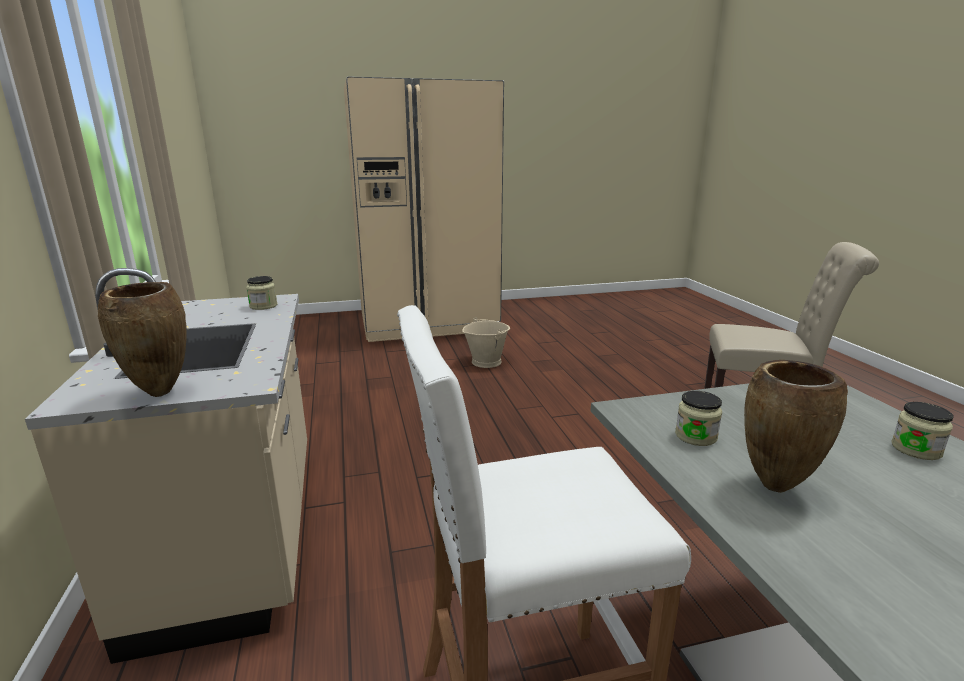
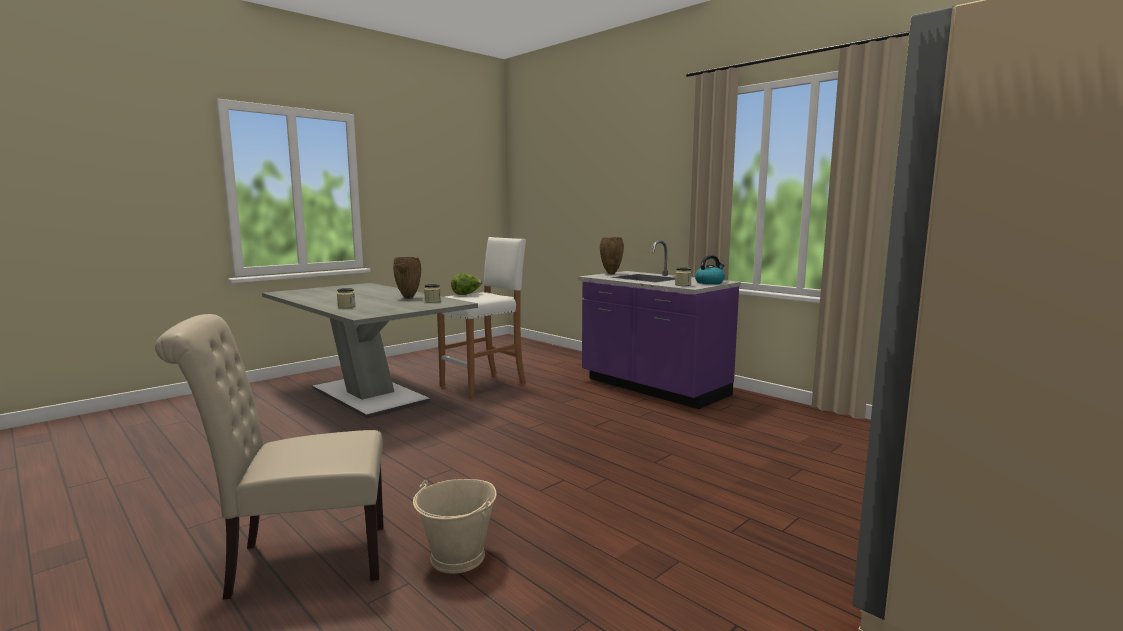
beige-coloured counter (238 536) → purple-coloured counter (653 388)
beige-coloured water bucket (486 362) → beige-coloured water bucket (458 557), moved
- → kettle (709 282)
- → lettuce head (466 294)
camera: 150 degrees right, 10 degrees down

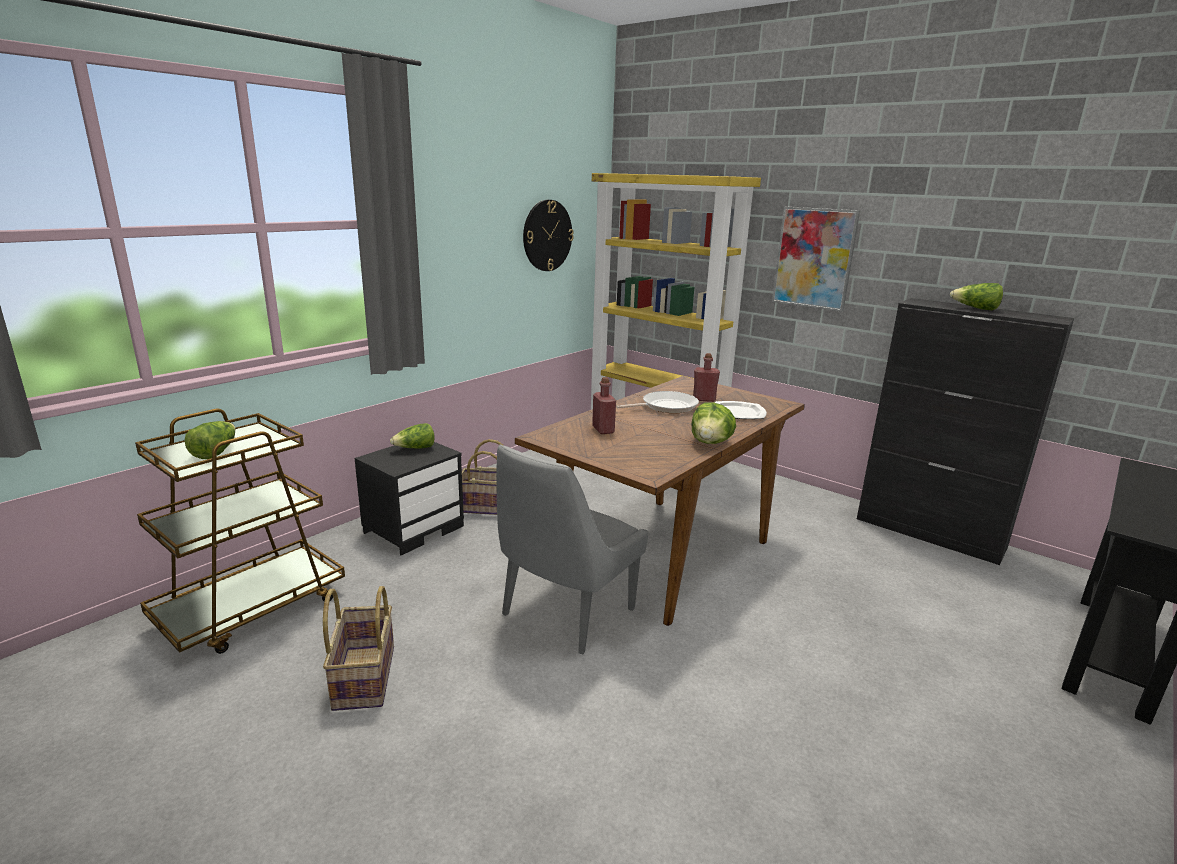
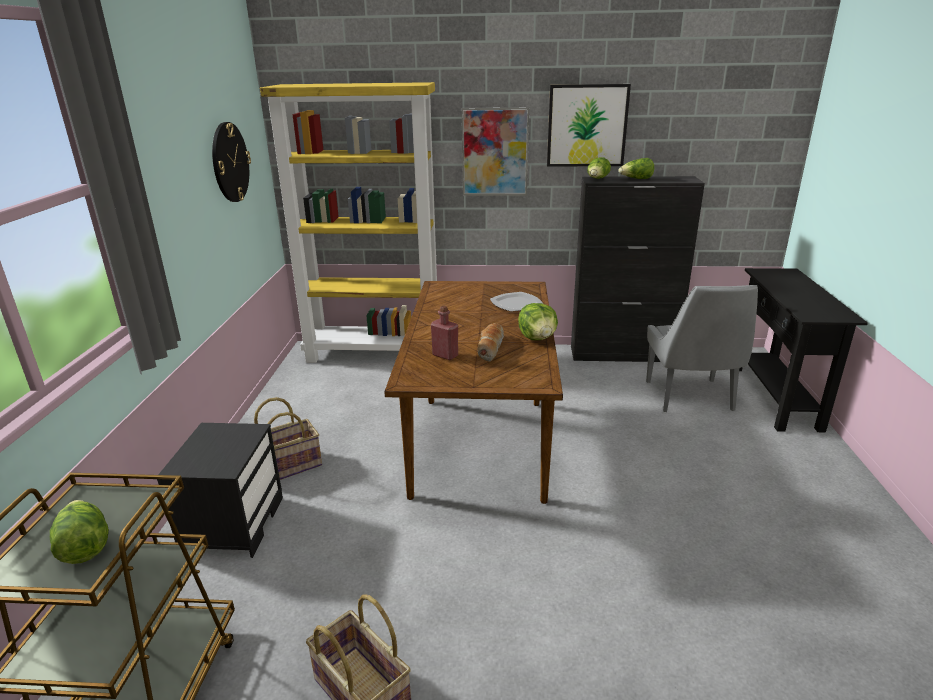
red-coloured bottle (704 399) → -
frying pan (666 406) → -
lettuce head (415 448) → lettuce head (597 179), moved
grey upright chair (565 614) → grey upright chair (690 397), moved
- → wall art (587 126)
- → baked bread (490 347)
camera: 35 degrees left, 5 degrees up

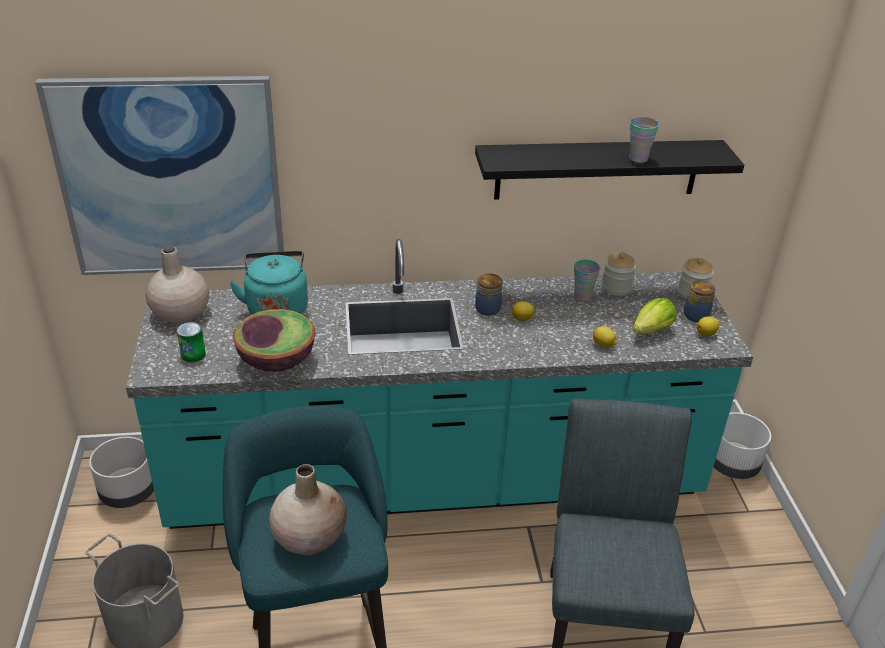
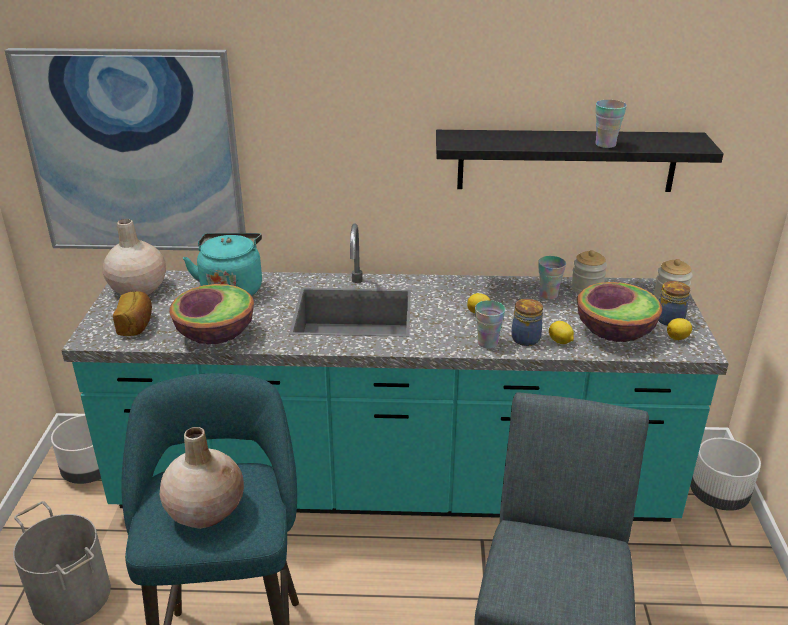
jar (488 308) → jar (526 338), moved
lettuce head (649 332) → bowl (614 332)
sealed can (193 354) → baked bread (136 325)
- → cup (487 343)
camera: 10 degrees right, 5 degrees down

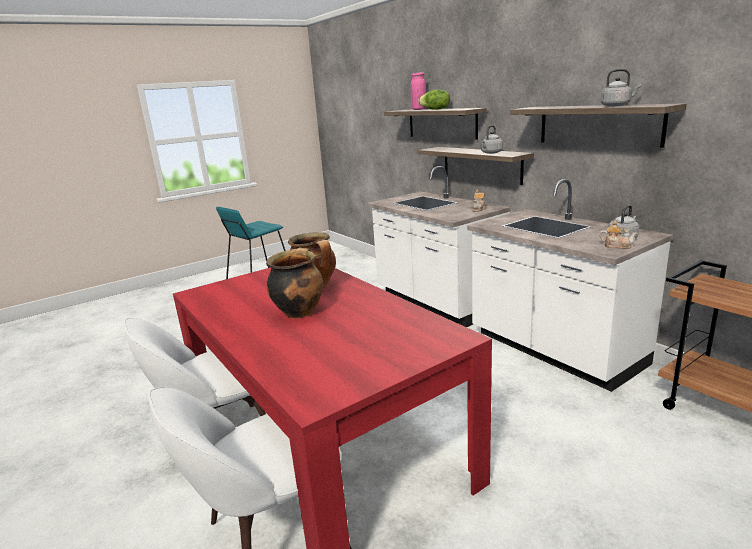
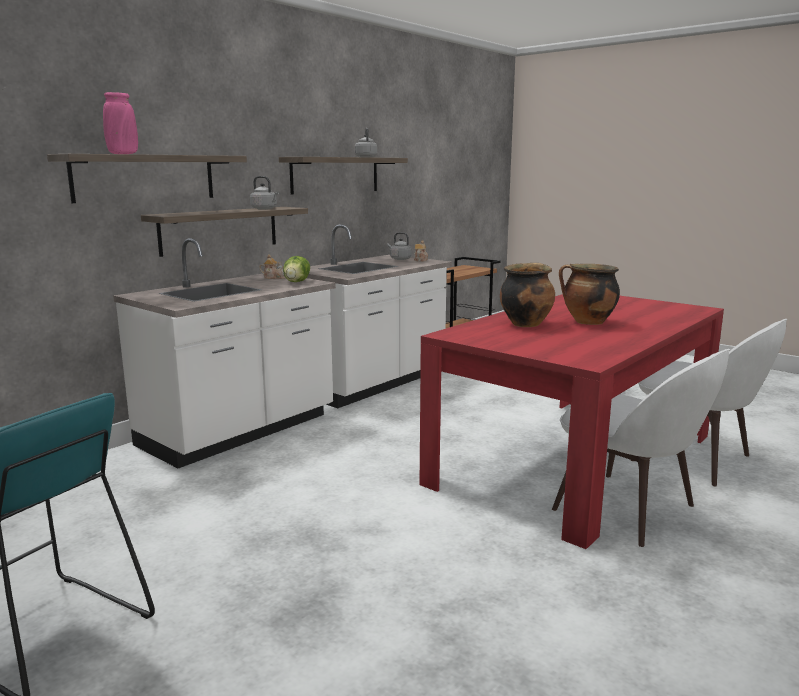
lettuce head (435 109) → lettuce head (297 282), moved
camera: 105 degrees left, 5 degrees down

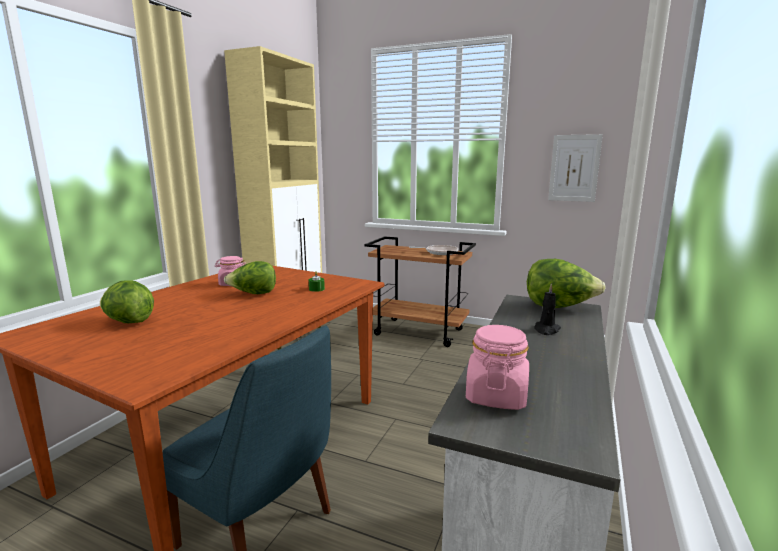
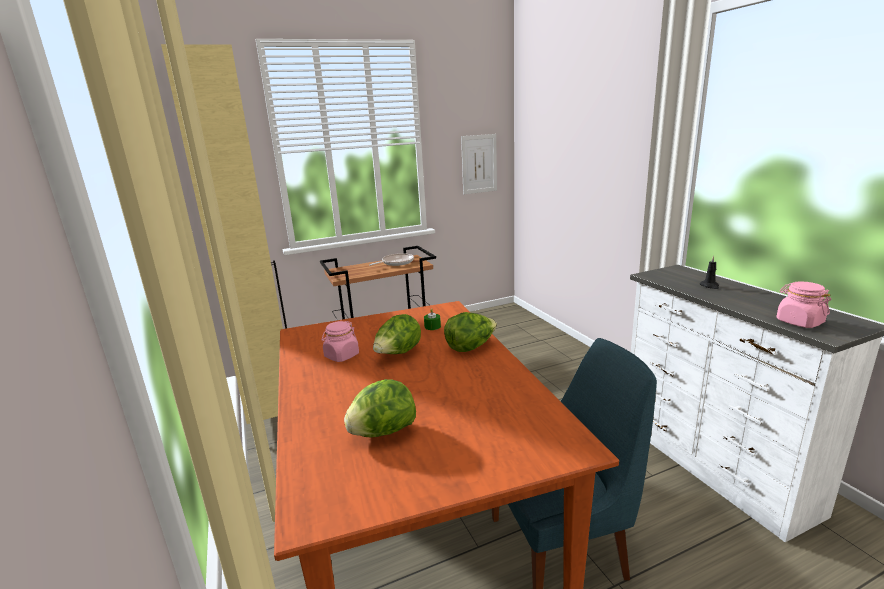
lettuce head (559 307) → lettuce head (470 347), moved
camera: 45 degrees left, 5 degrees up

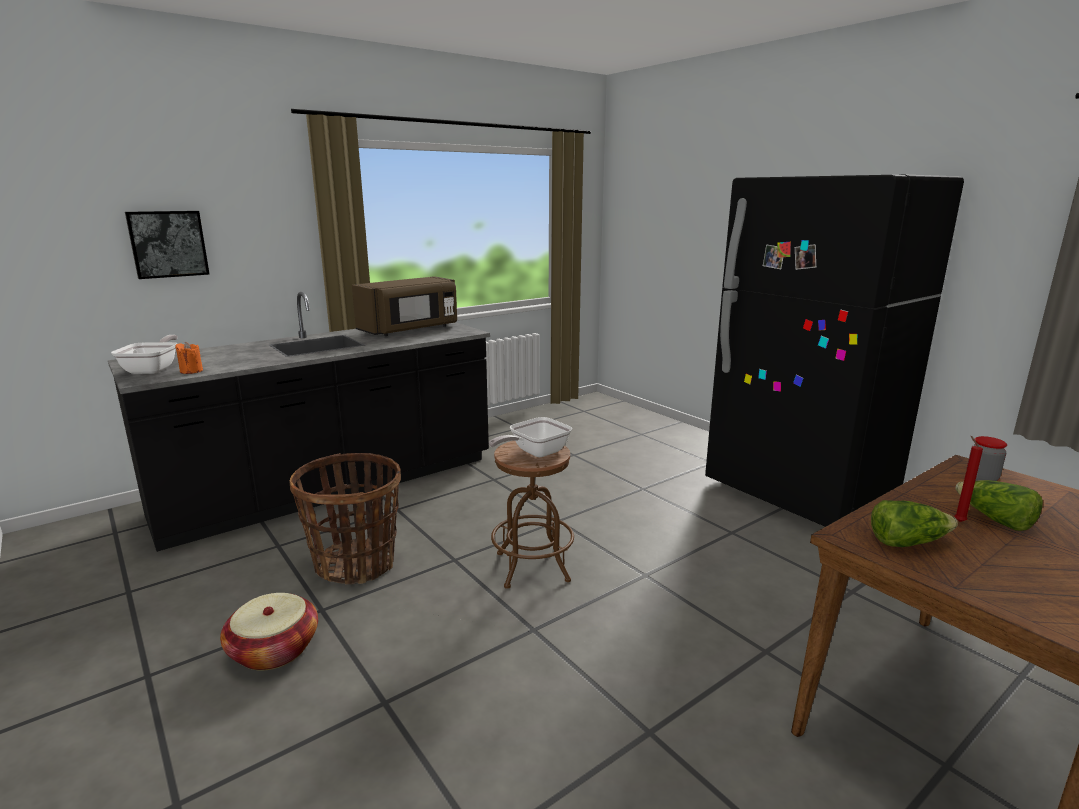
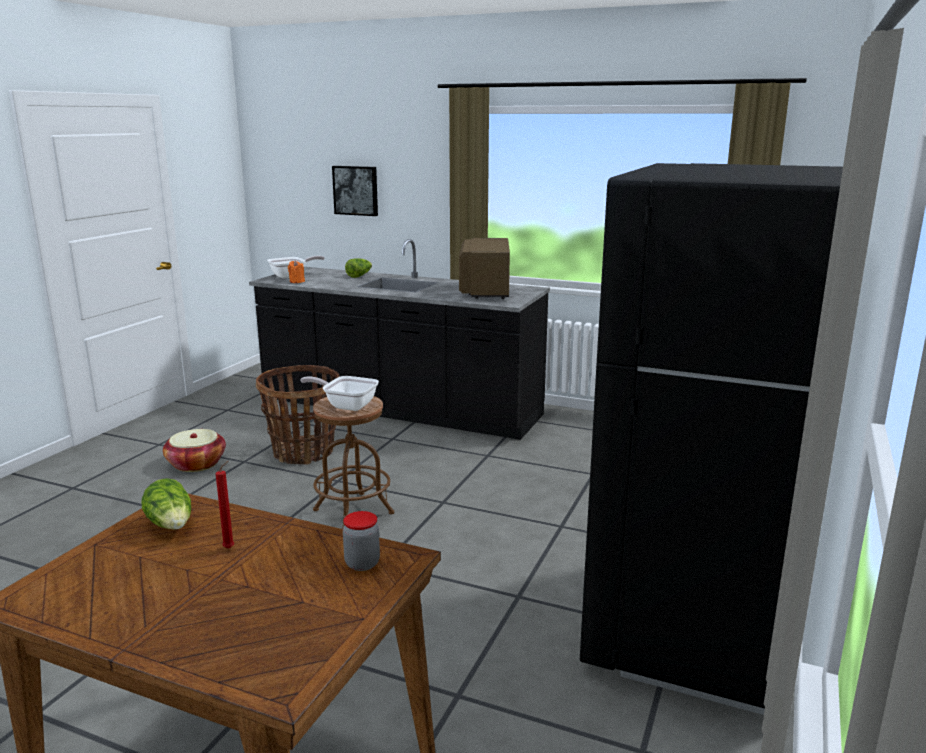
brown-coloured microwave (410 330) → brown-coloured microwave (485 290), 75 degrees clockwise
lettuce head (994 520) → lettuce head (359 276), moved
camera: 60 degrees right, 0 degrees up

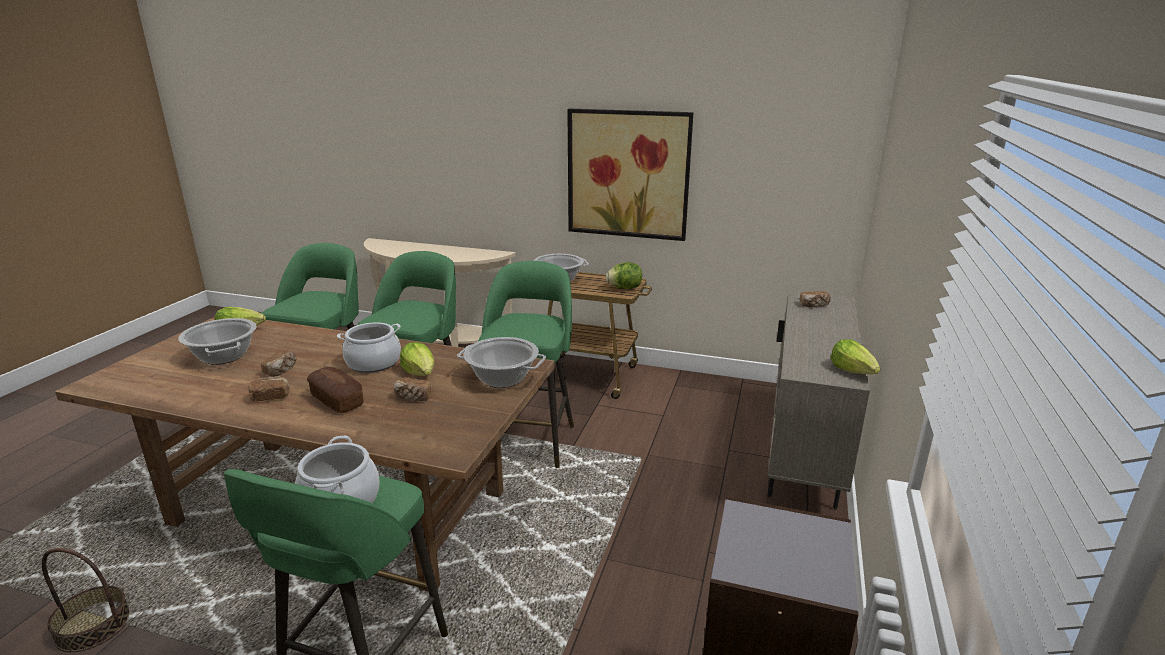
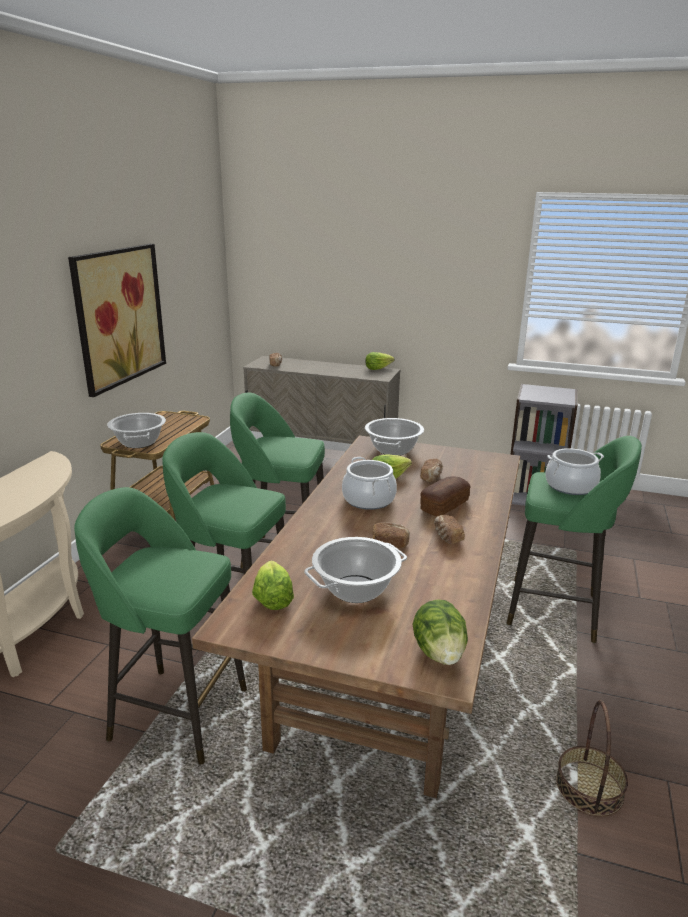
lettuce head (624 288) → lettuce head (439 653), moved
camera: 90 degrees left, 0 degrees up

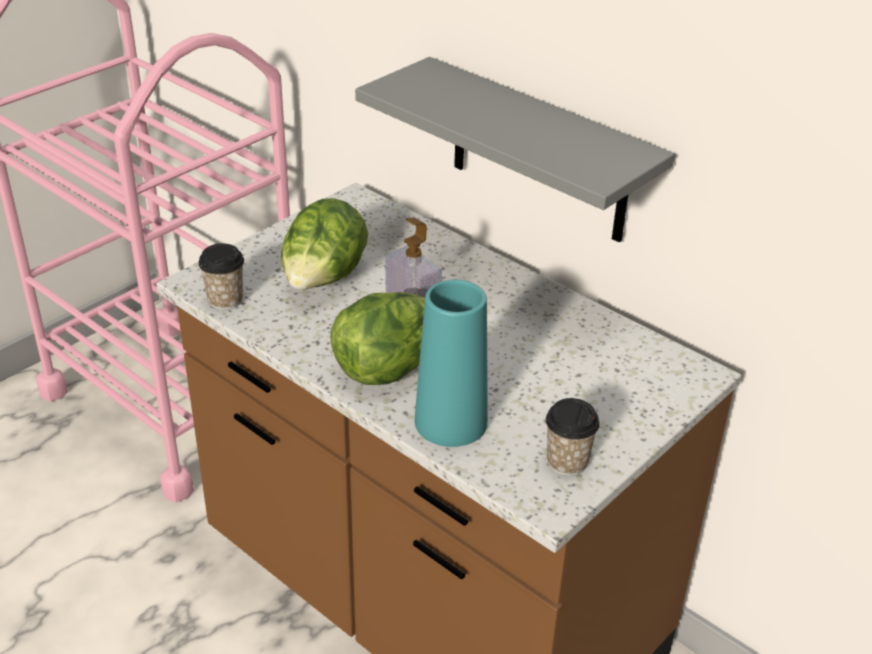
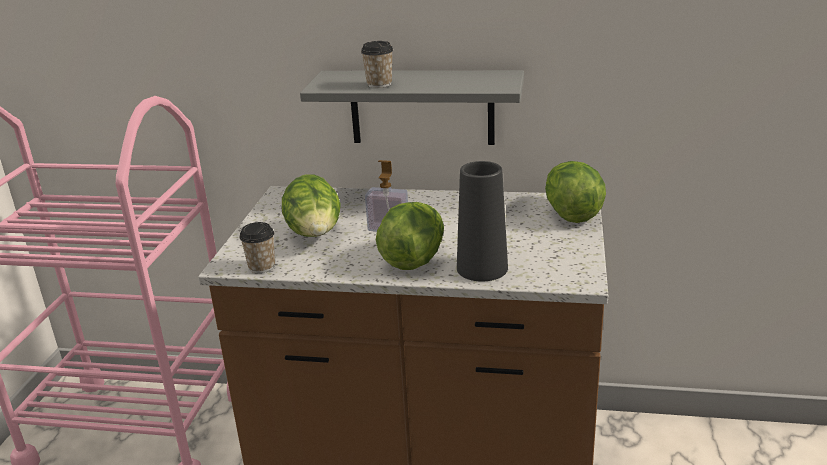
turquoise-coloured flower vase (451 422) → black-coloured flower vase (482 268)
cup (567 462) → cup (379 84), moved
- → lettuce head (571 213)
camera: 30 degrees left, 10 degrees down

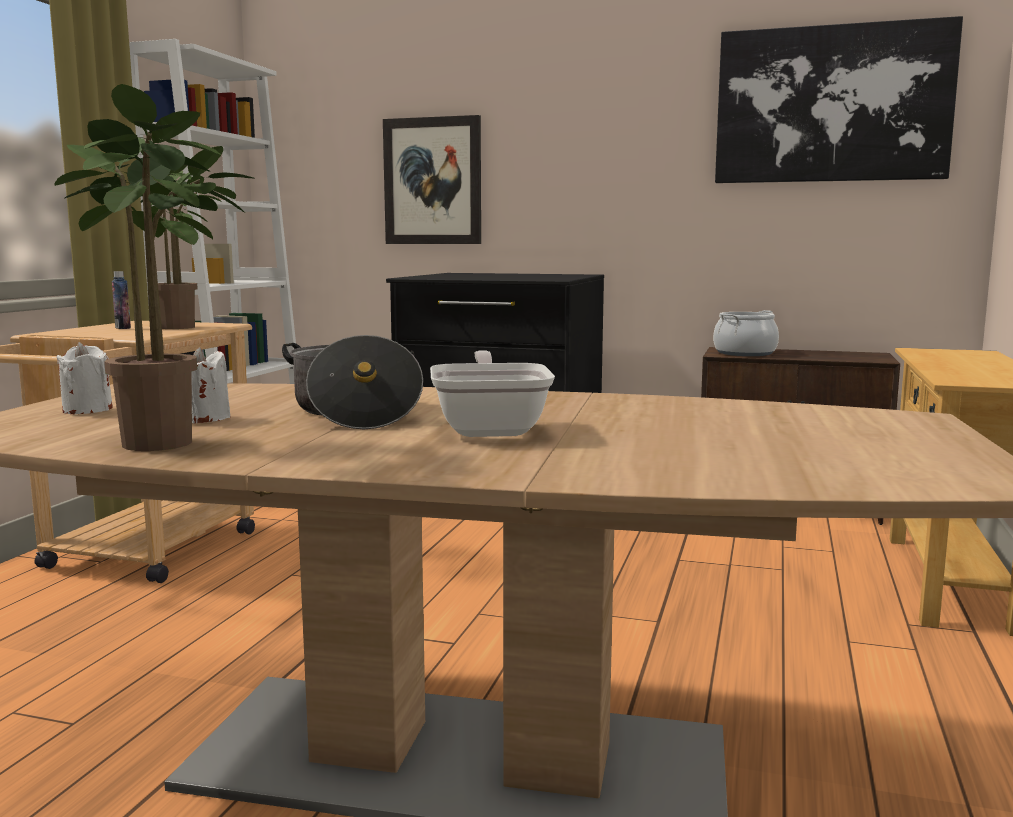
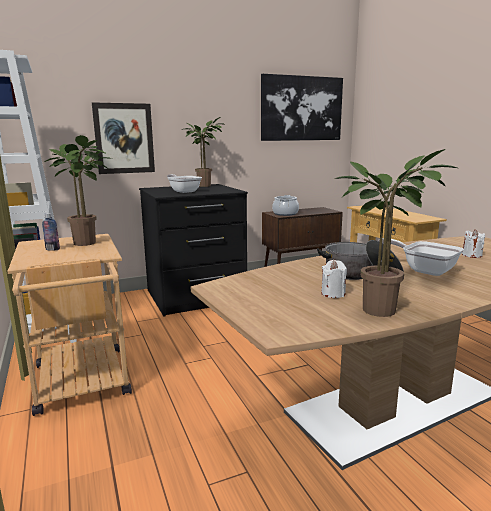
white-coloured candle (87 410) → white-coloured candle (471 255), moved
- → potted plant (205 185)
- → frying pan (183 191)
camera: 40 degrees left, 5 degrees up

